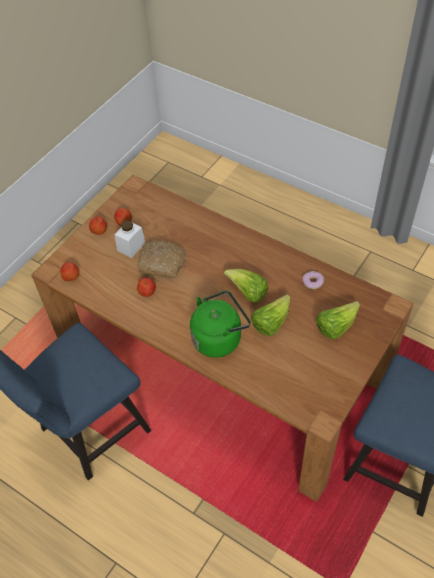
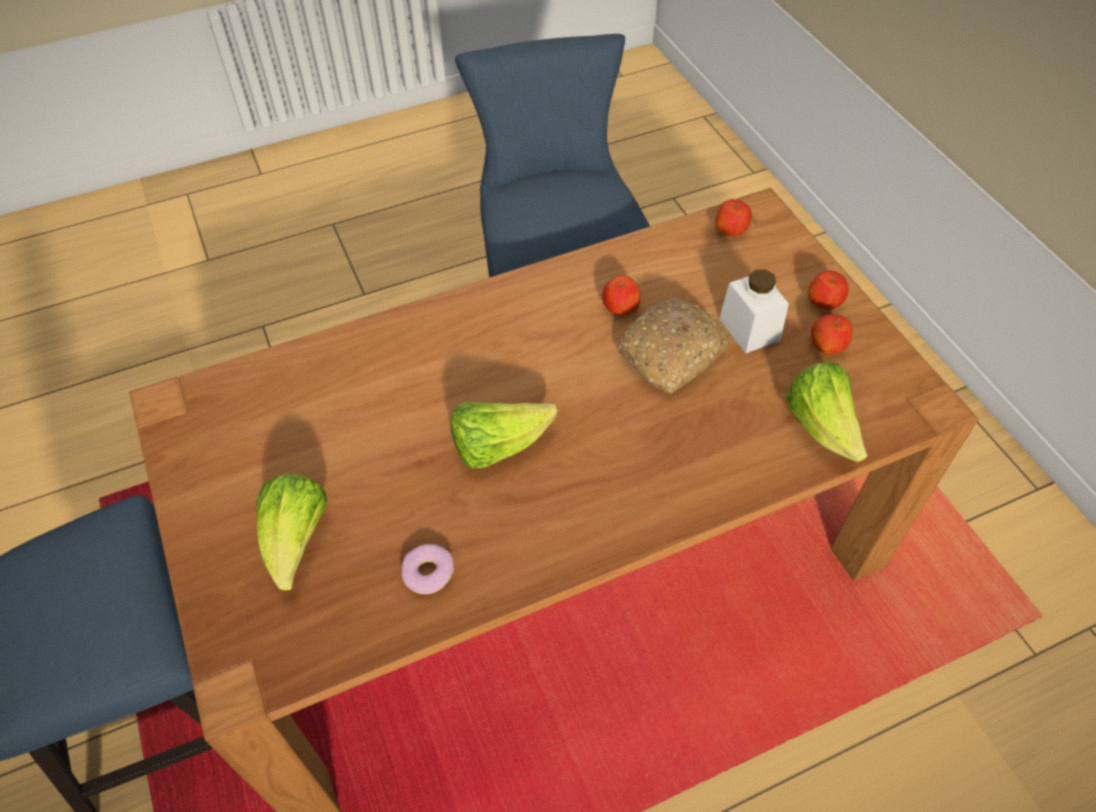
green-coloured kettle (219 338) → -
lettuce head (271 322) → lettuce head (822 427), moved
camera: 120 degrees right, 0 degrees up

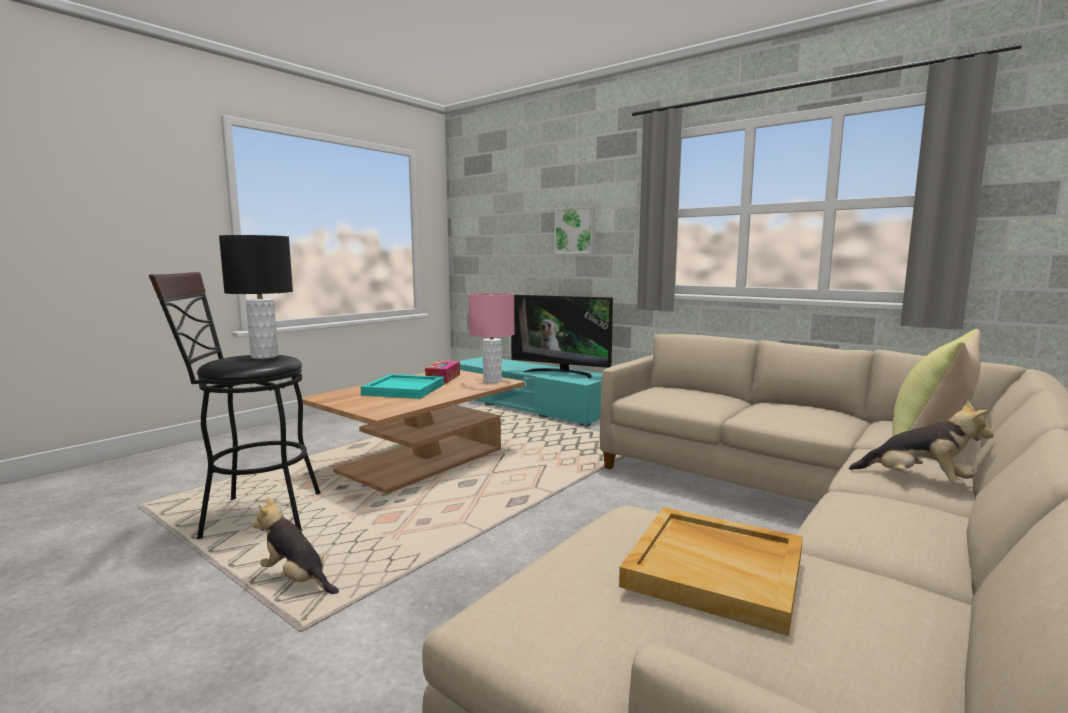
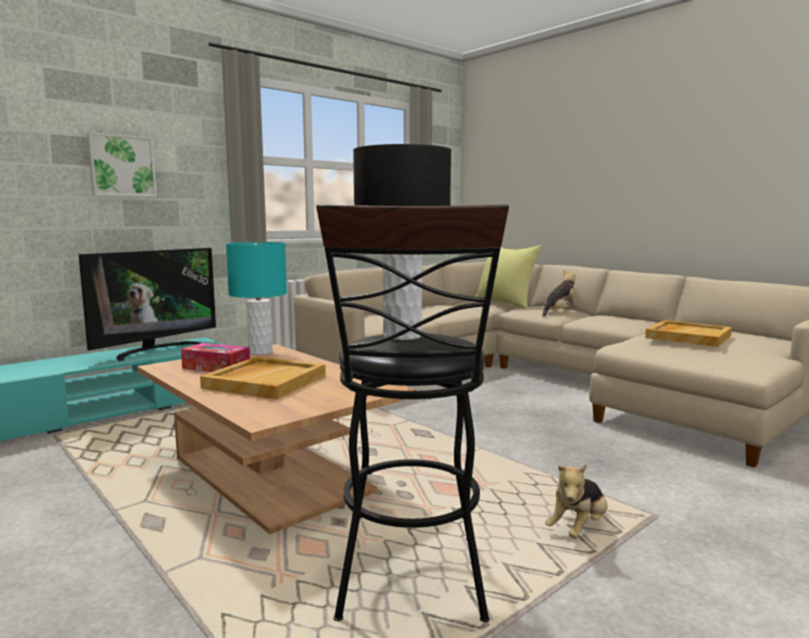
pink-coloured lamp for a table (492 381) → turquoise-coloured lamp for a table (260 352)
turquoise-coloured carrying tray (405 389) → beige-coloured carrying tray (265 381)
camera: 80 degrees left, 0 degrees up

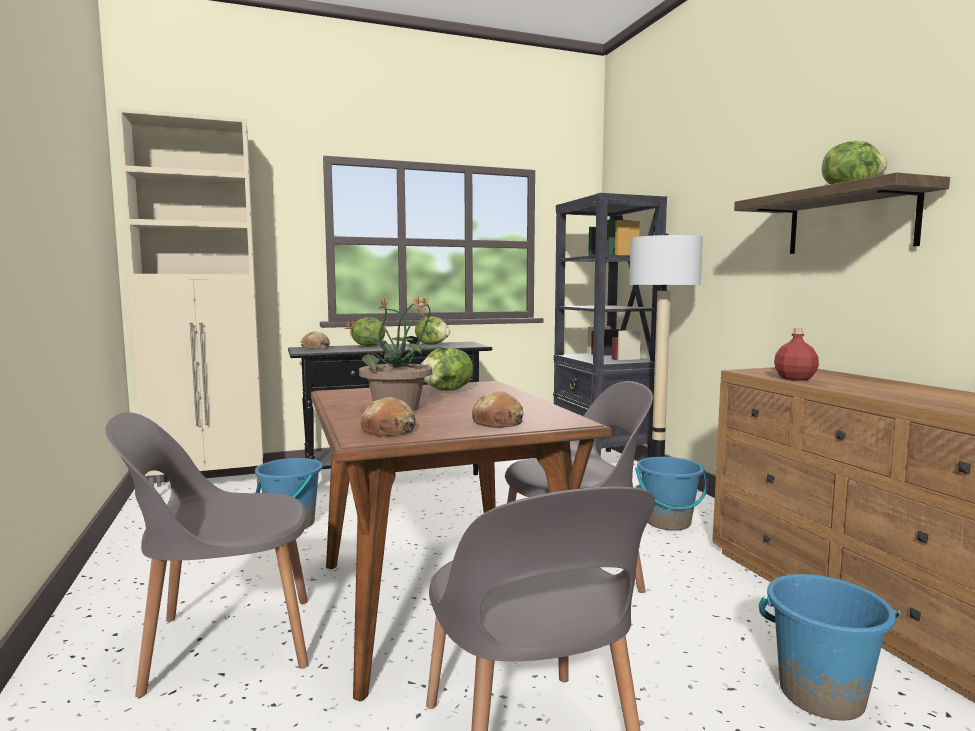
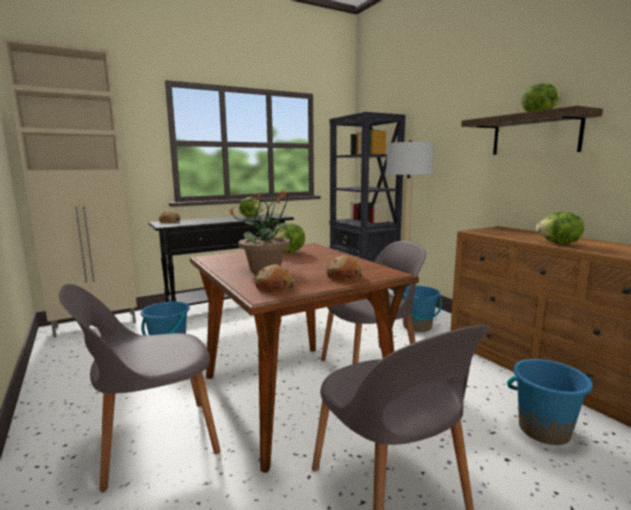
lettuce head (367 346) → lettuce head (559 243), moved
red-coloured bottle (794 379) → -
camera: 10 degrees left, 5 degrees up

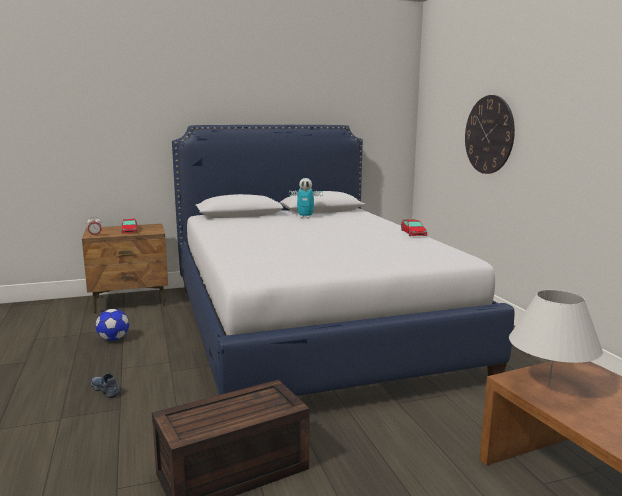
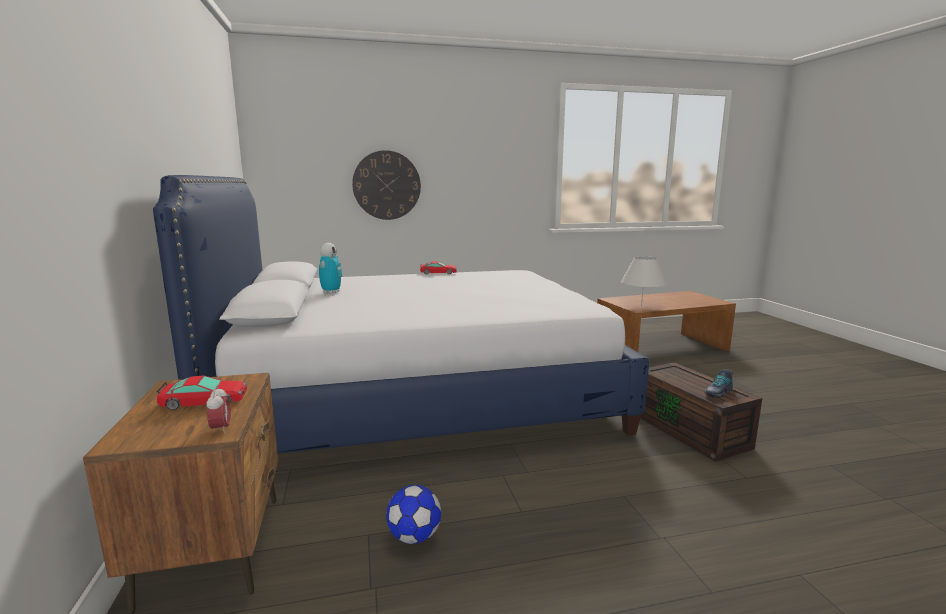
low shoe (106 390) → low shoe (718 392), moved
camera: 85 degrees left, 0 degrees up

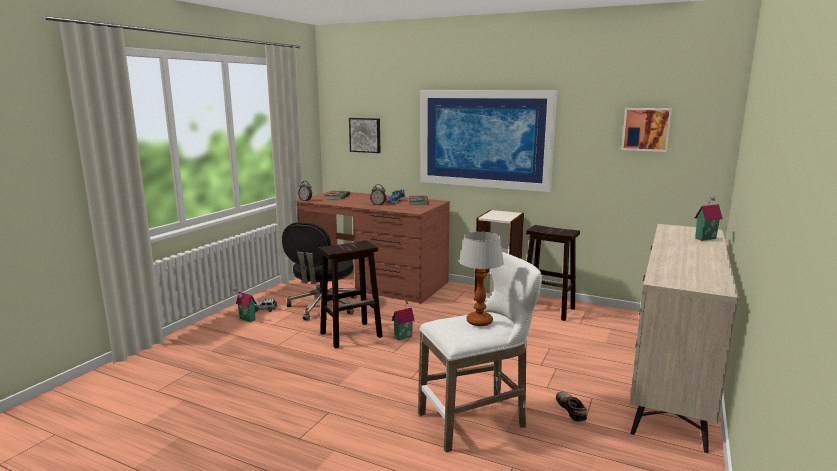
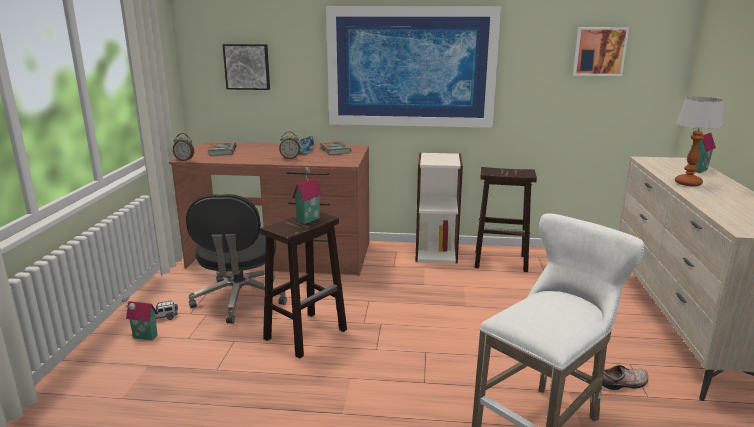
lamp for a table (480 321) → lamp for a table (688 183), moved
toy house (403 336) → toy house (307 219), moved
low shoe (572 409) → low shoe (624 383), 105 degrees clockwise
camera: 20 degrees left, 5 degrees up

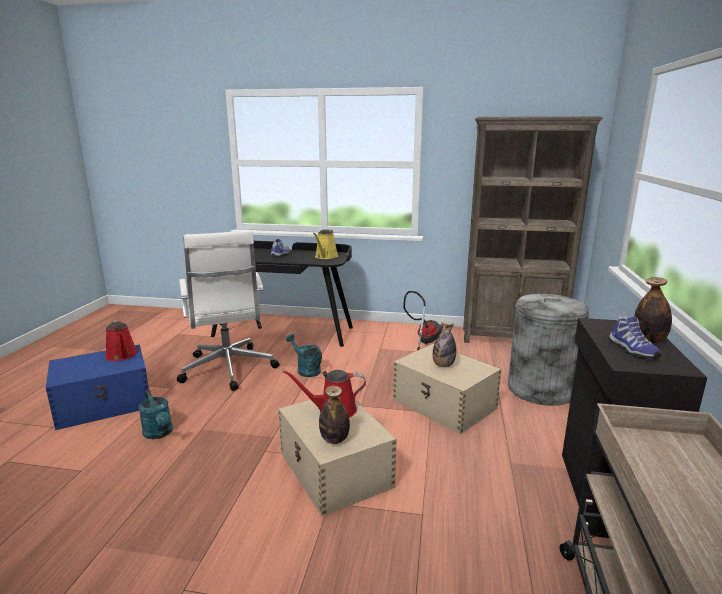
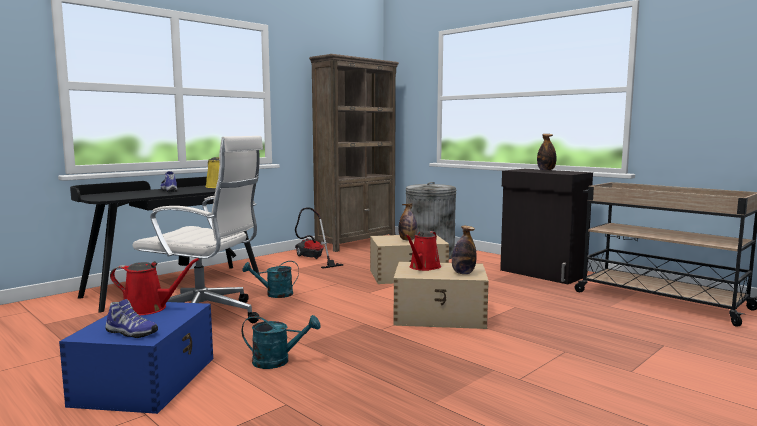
low shoe (631 350) → low shoe (130 333), moved
camera: 55 degrees left, 10 degrees down

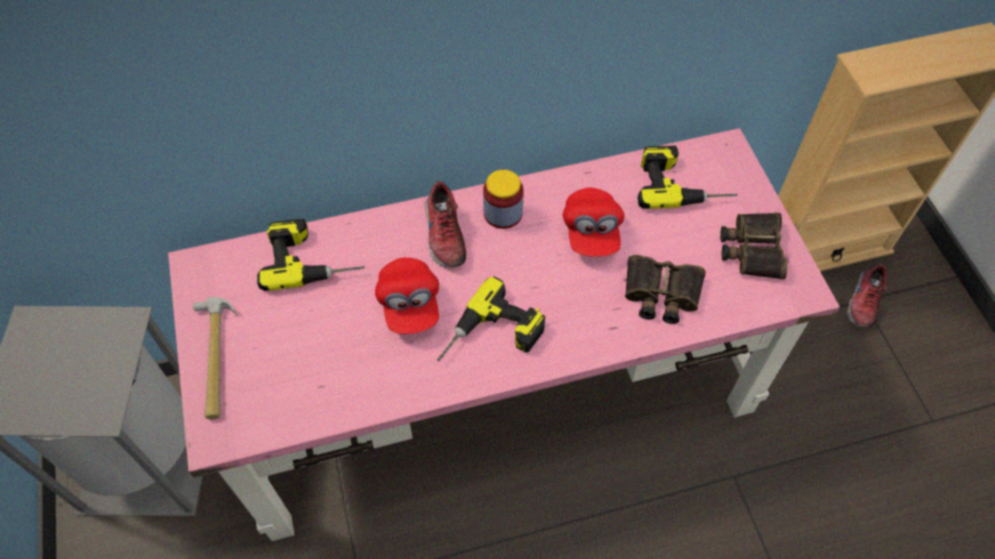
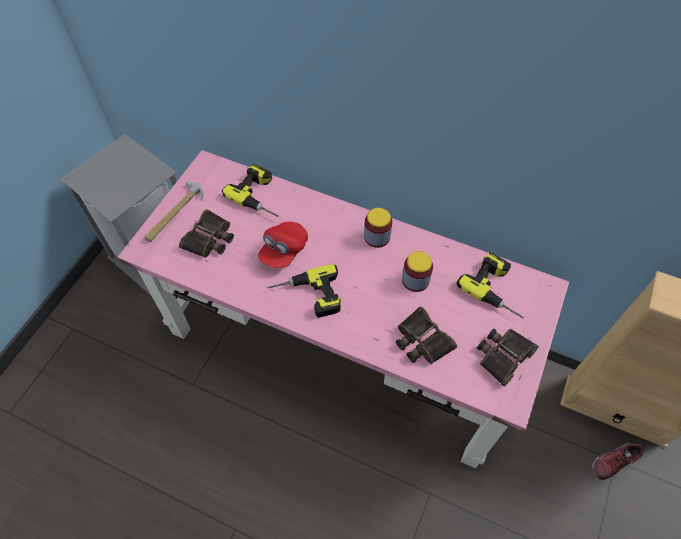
low shoe (443 234) → -
red-coloured peaked cap (591 232) → jar (415 280)
- → field glasses (210 239)
camera: 40 degrees right, 0 degrees up

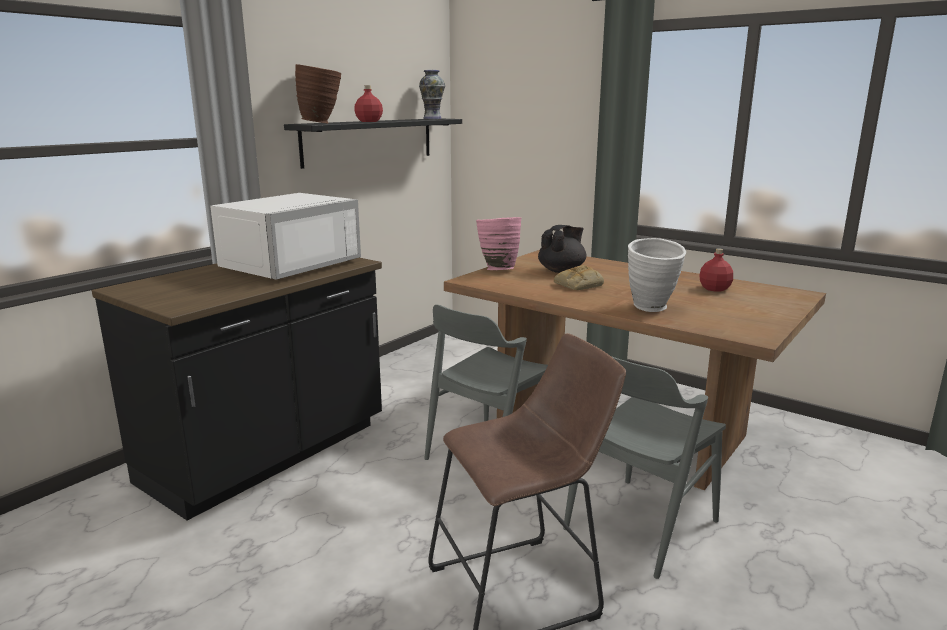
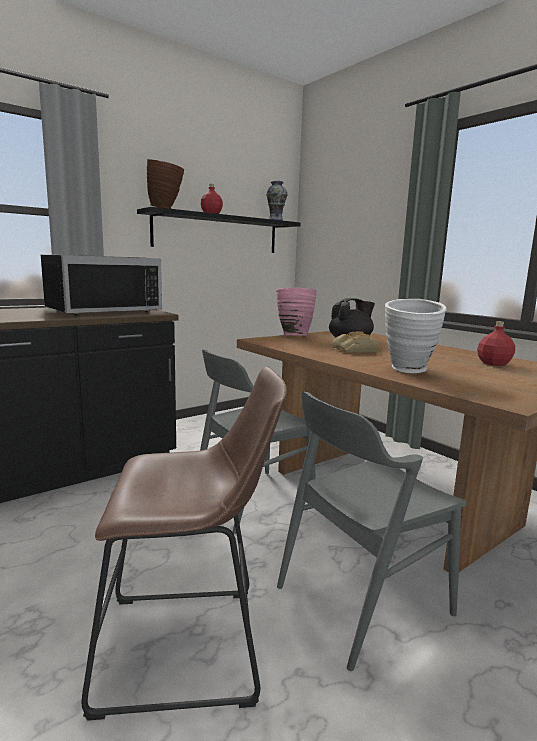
white-coloured microwave (285 264) → black-coloured microwave (101 310)
camera: 15 degrees right, 5 degrees down

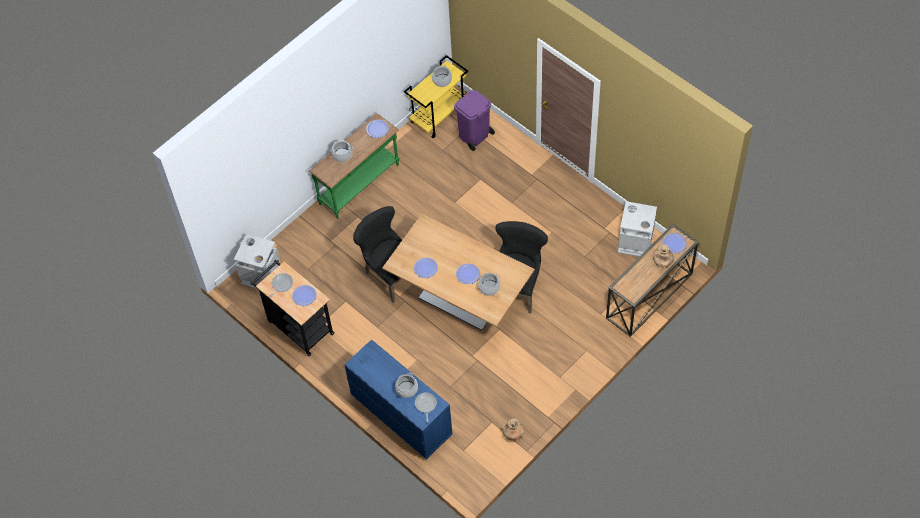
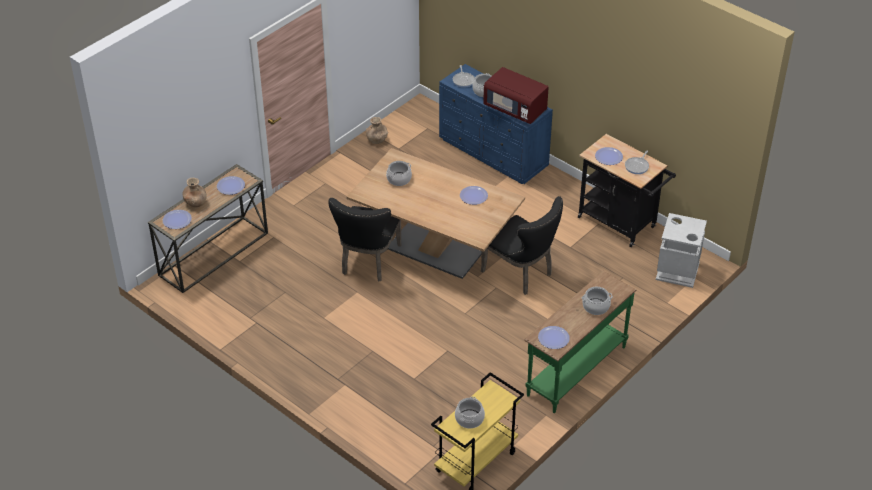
purple-coloured rubbish bin (474 136) → -
grey rubbish bin (635 243) → -
plate (468 274) → plate (231 186), moved
- → red-coloured microwave (515 109)
camera: 175 degrees right, 15 degrees down

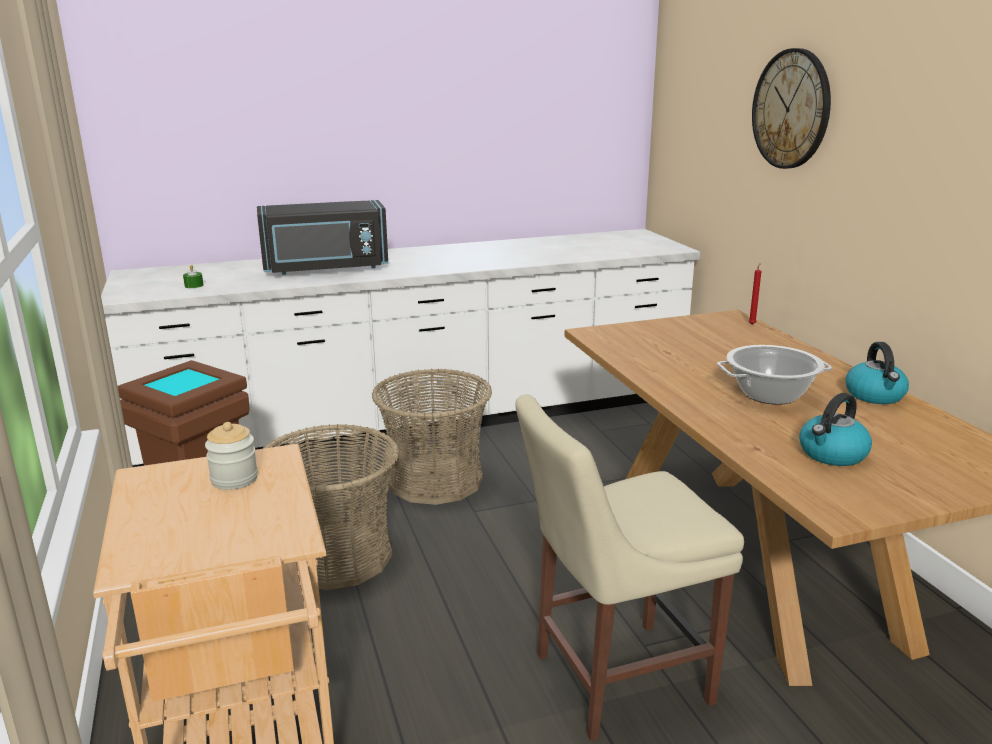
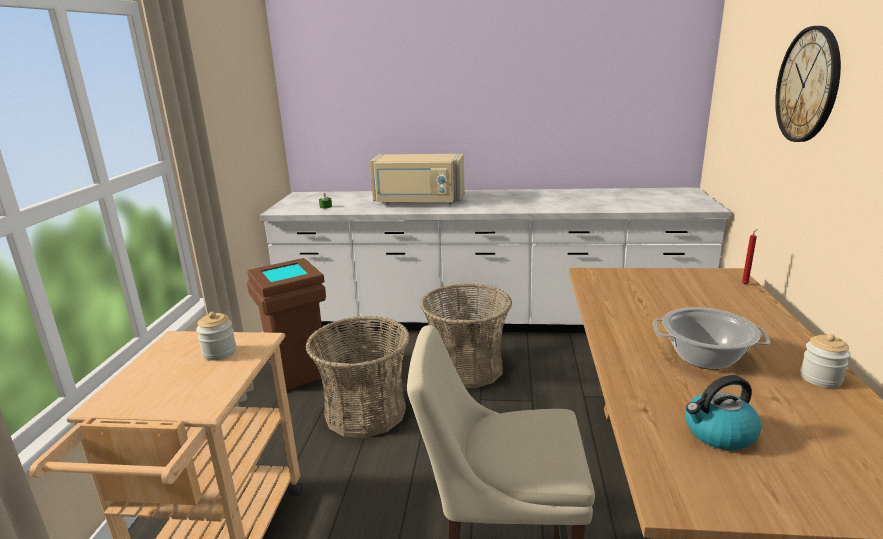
black-coloured microwave (325 268) → beige-coloured microwave (418 201)
kettle (875 396) → jar (820 378)
camera: 25 degrees right, 0 degrees up

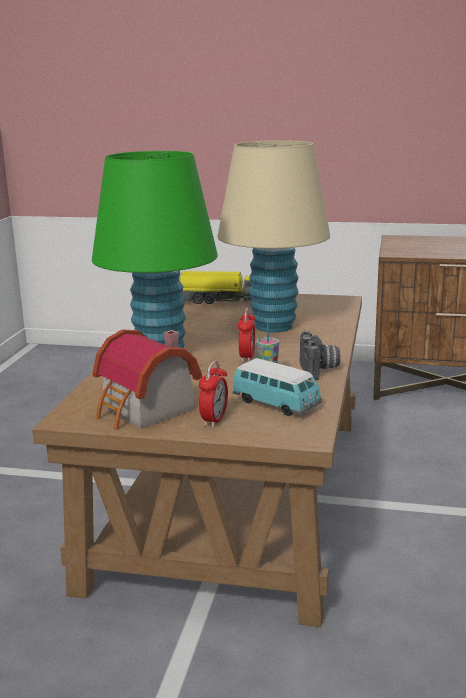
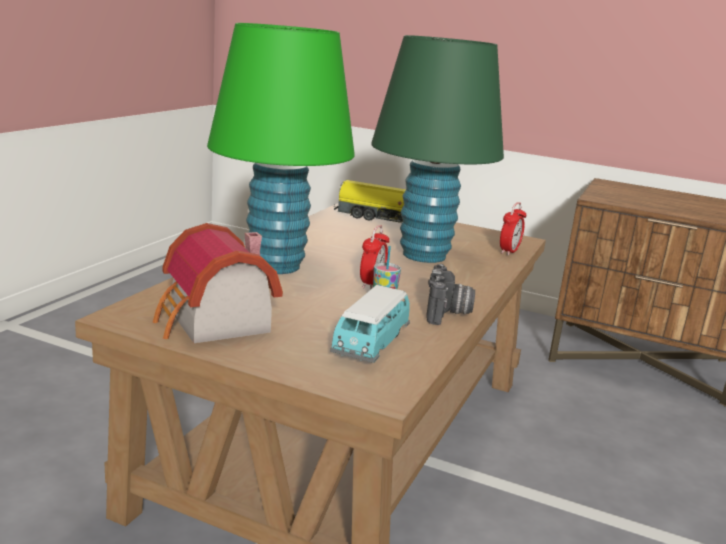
beige-coloured lamp for a table (274 326) → green-coloured lamp for a table (424 255)
miniature car (276 404) → miniature car (371 345), 60 degrees clockwise
alarm clock (214 420) → alarm clock (509 251), moved
camera: 10 degrees right, 0 degrees up

